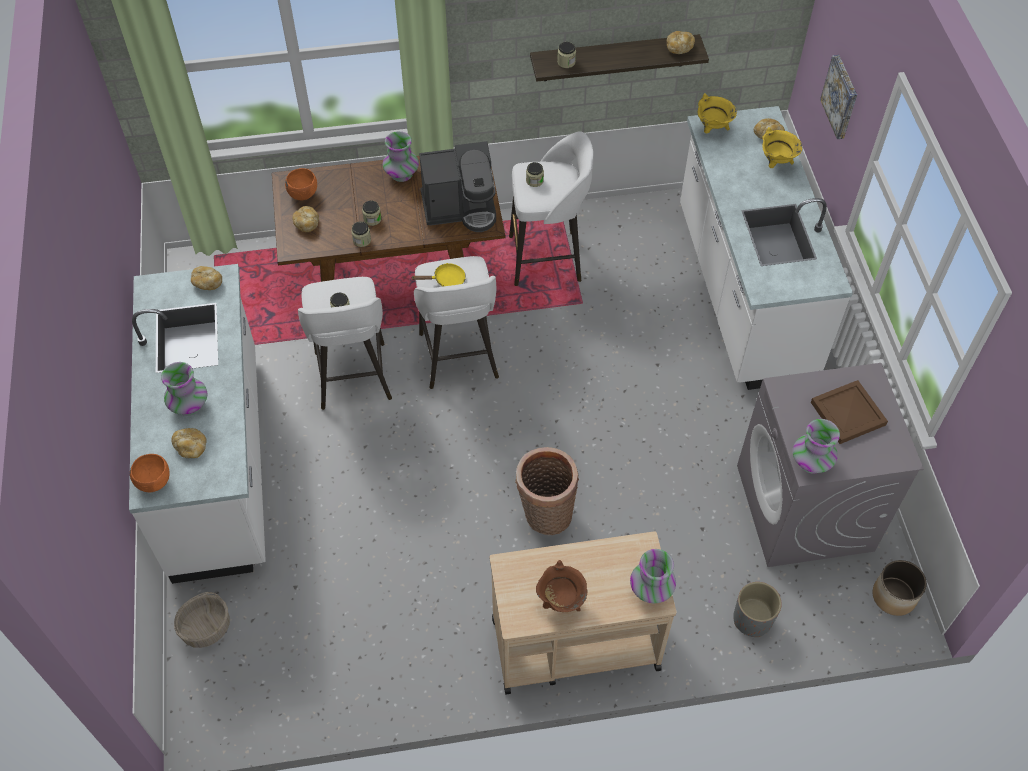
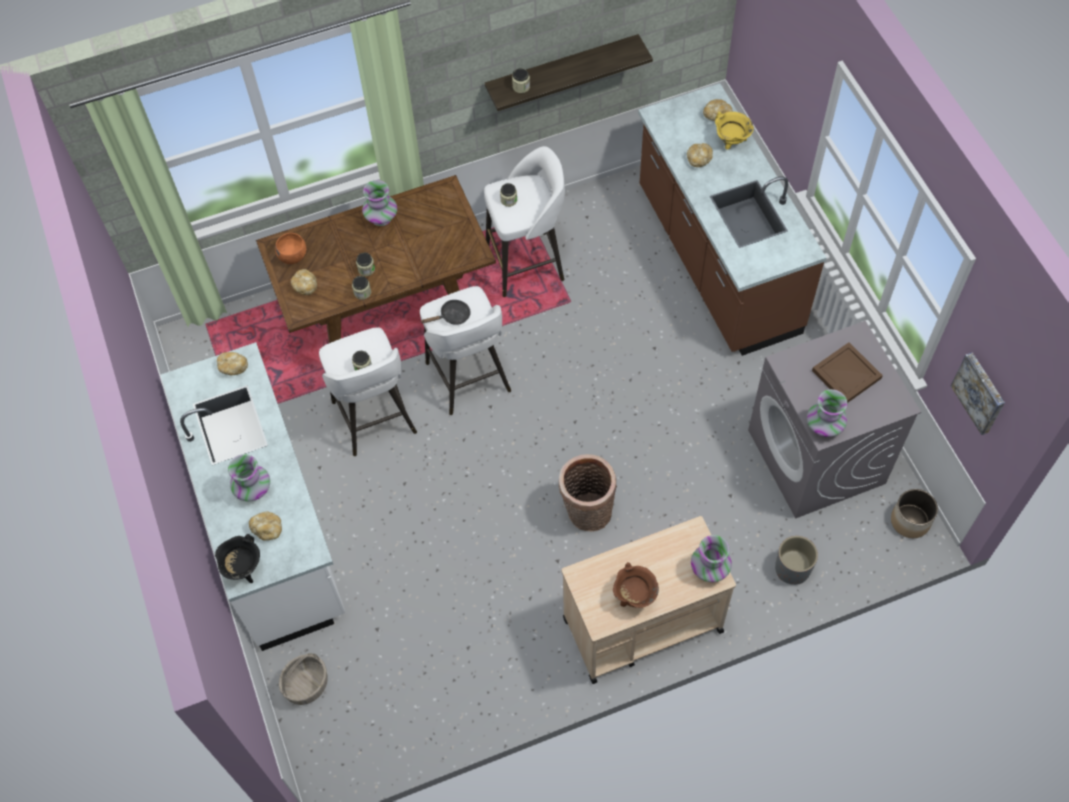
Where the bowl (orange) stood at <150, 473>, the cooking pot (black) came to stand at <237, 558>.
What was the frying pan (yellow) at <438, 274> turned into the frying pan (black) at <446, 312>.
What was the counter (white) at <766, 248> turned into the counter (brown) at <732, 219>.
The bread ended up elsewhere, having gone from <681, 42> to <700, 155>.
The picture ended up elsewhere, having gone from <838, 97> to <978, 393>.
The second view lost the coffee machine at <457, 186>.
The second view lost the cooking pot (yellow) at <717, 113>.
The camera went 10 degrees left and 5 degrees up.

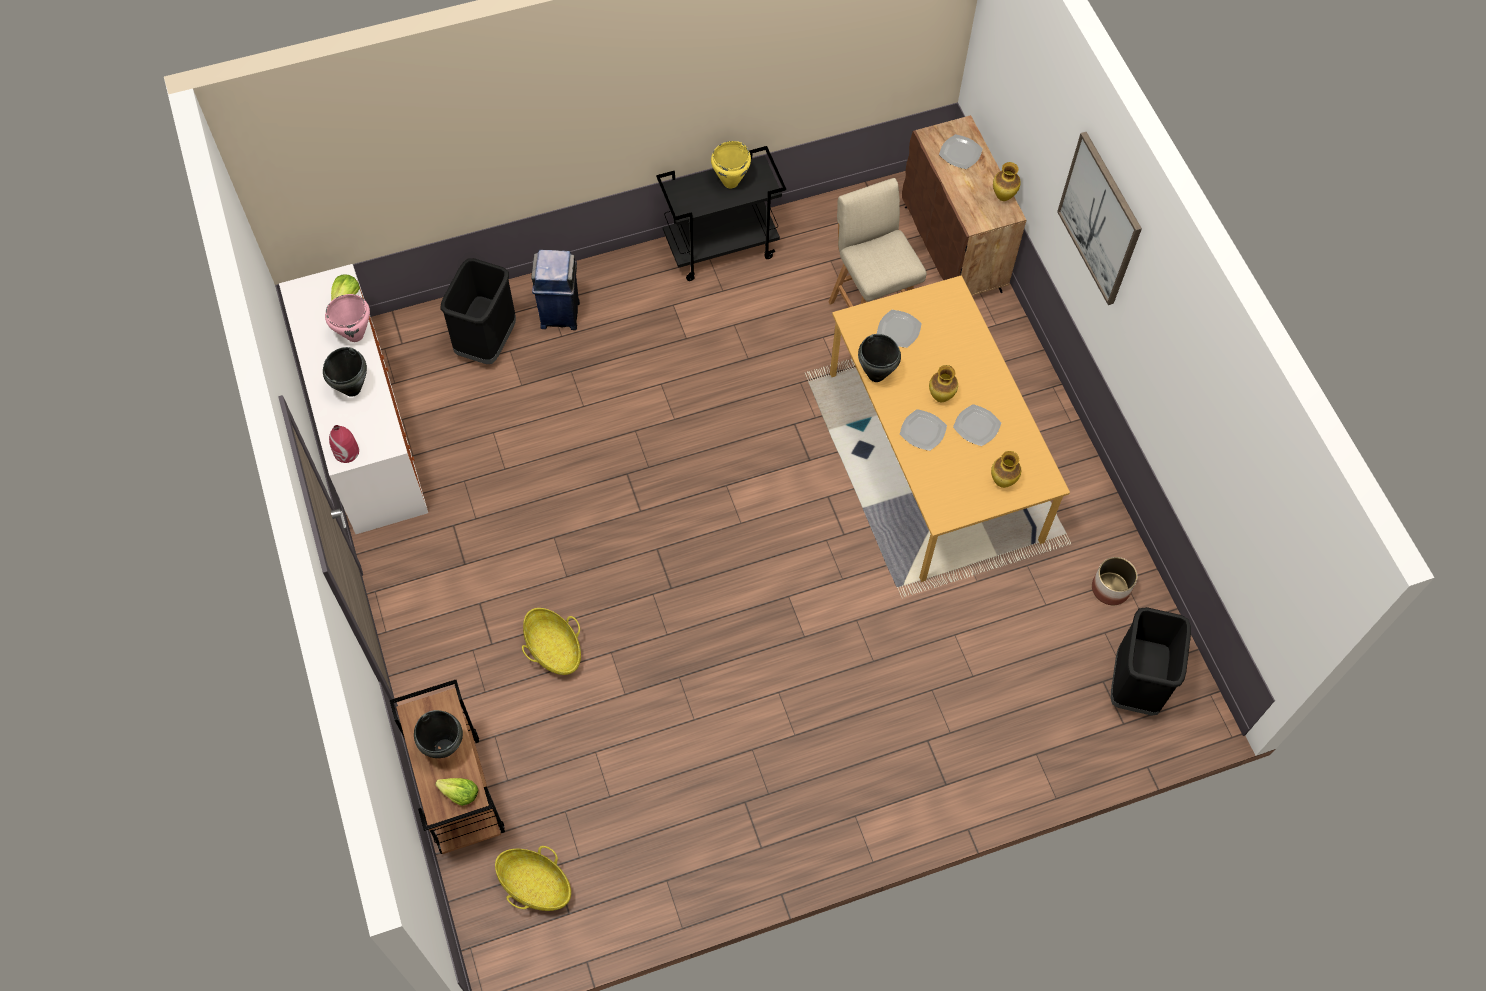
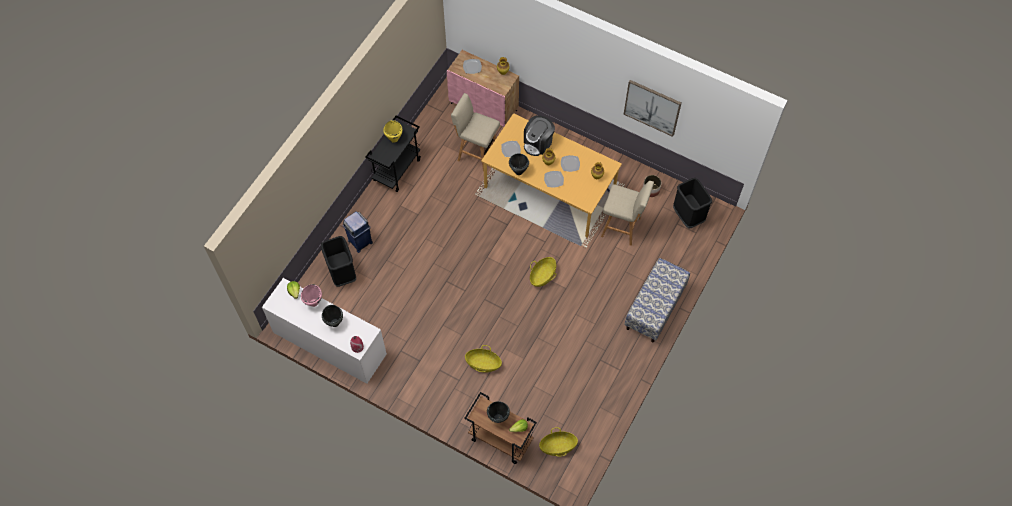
What was the cabinet (brown) at <964, 205> turned into the cabinet (pink) at <483, 88>.
The second view gained the coffee machine at <539, 135>.
The second view gained the basket at <543, 272>.
The second view gained the stool (beige) at <627, 213>.
The picture ended up elsewhere, having gone from <1099, 218> to <652, 108>.
The second view gained the bench at <657, 300>.
The camera went 40 degrees left and 0 degrees up.

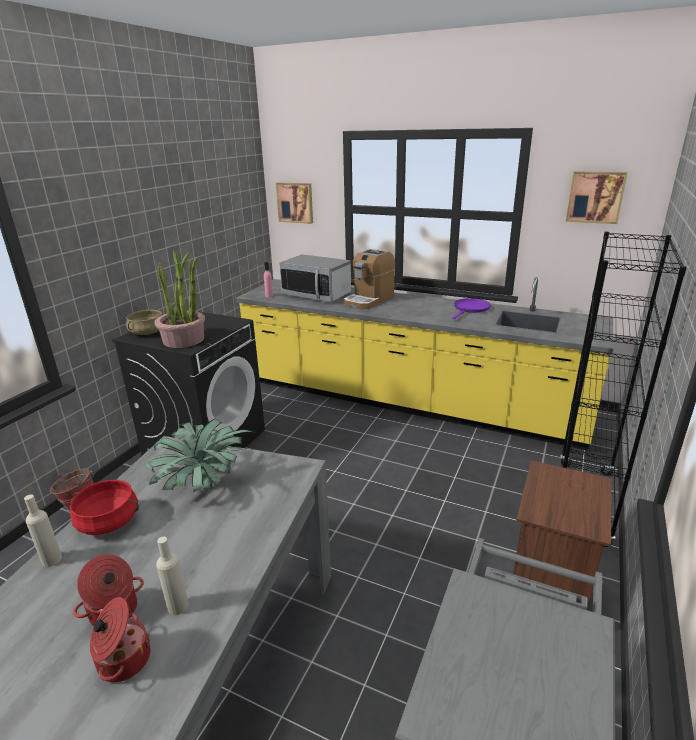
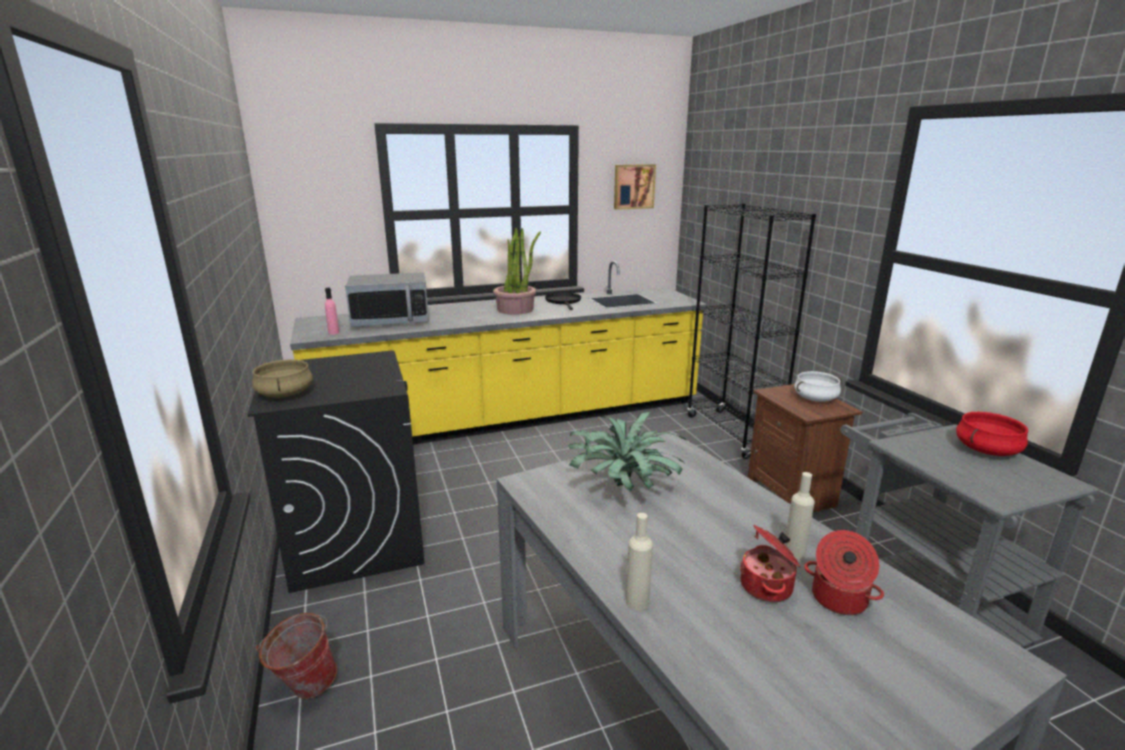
The potted plant ended up elsewhere, having gone from <180, 299> to <517, 271>.
What was the frying pan (purple) at <471, 308> turned into the frying pan (black) at <563, 301>.
The second view gained the cooking pot (white) at <818, 386>.
The cooking pot (red) ended up elsewhere, having gone from <104, 507> to <992, 434>.
The second view lost the picture at <294, 203>.
The second view lost the coffee machine at <369, 279>.
The camera went 45 degrees left and 5 degrees down.

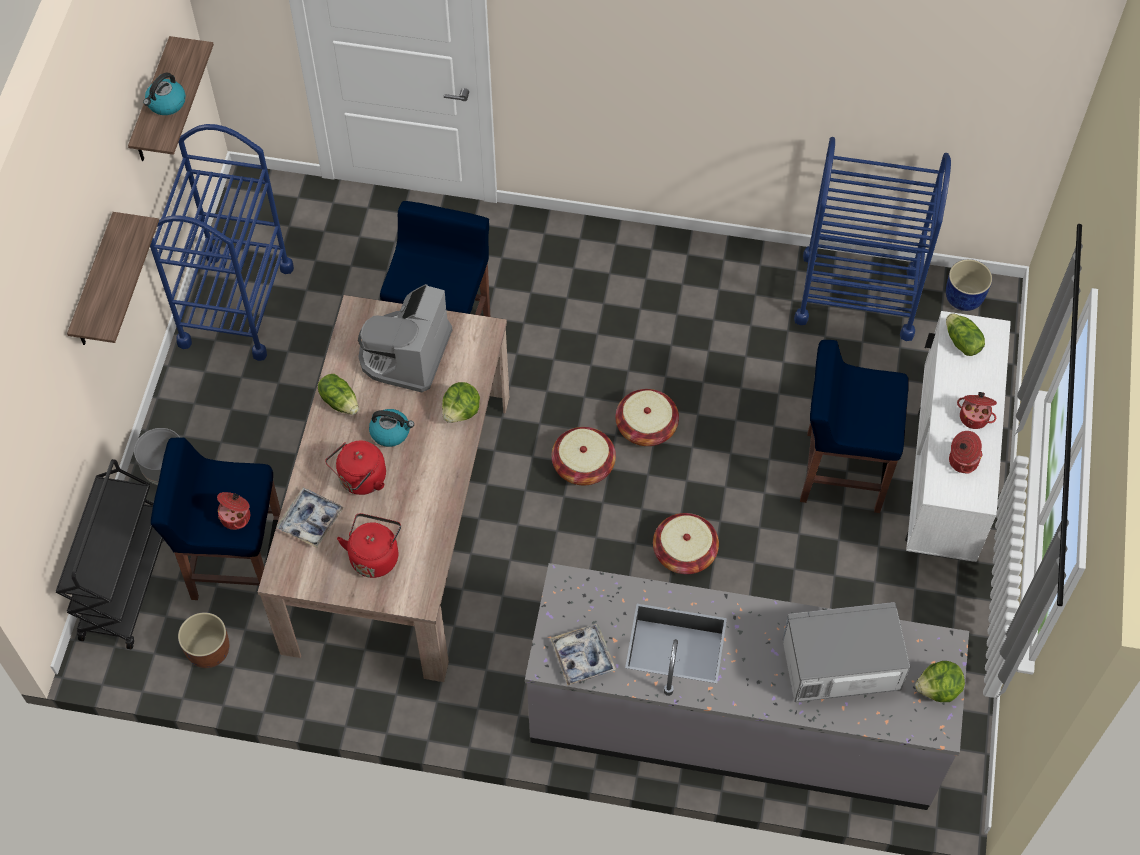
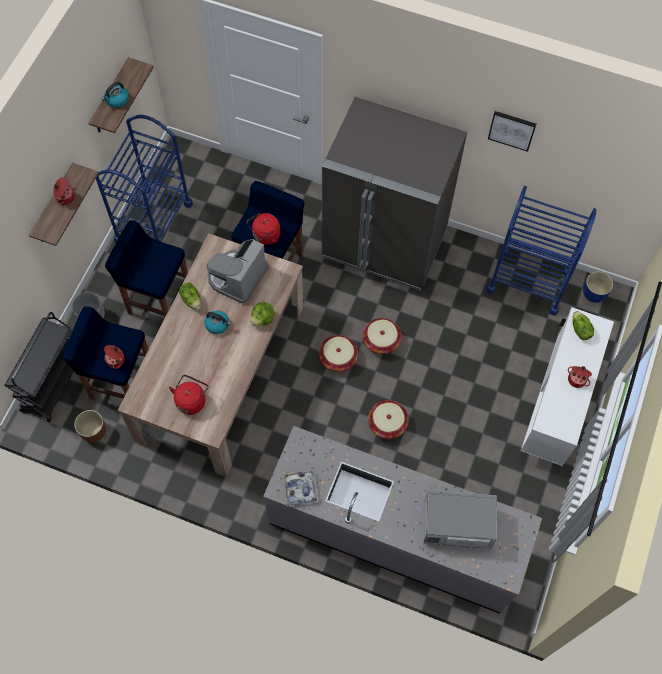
The cooking pot ended up elsewhere, having gone from <966, 452> to <64, 191>.
The stool (blue) ended up elsewhere, having gone from <854, 426> to <146, 268>.
The kettle (red) ended up elsewhere, having gone from <355, 467> to <263, 229>.
The second view gained the fridge (grey) at <394, 194>.
The second view gained the picture at <512, 131>.
The second view lost the tray at <310, 517>.
The second view lost the lettuce at <940, 681>.
The camera went 10 degrees right and 5 degrees up.

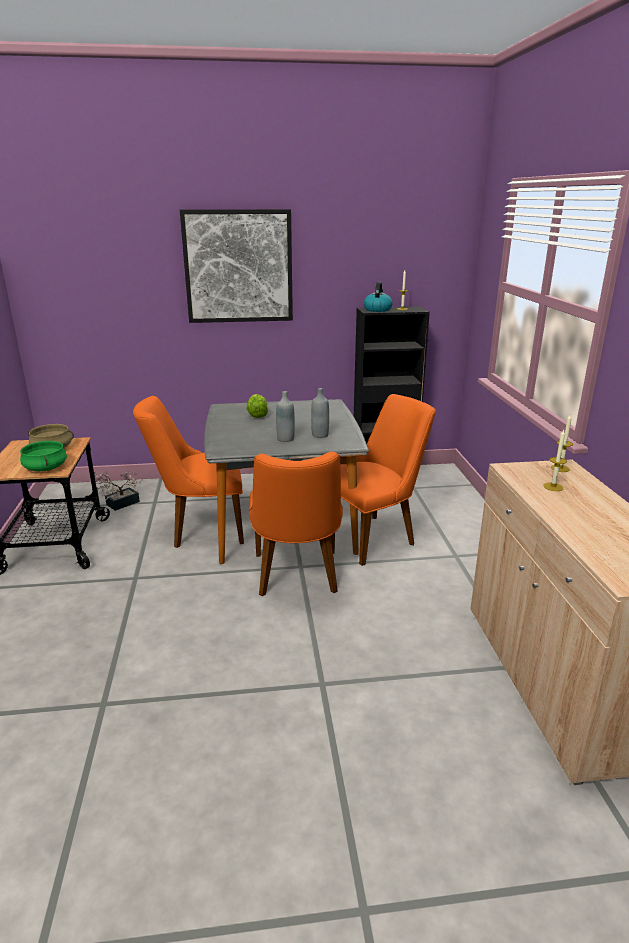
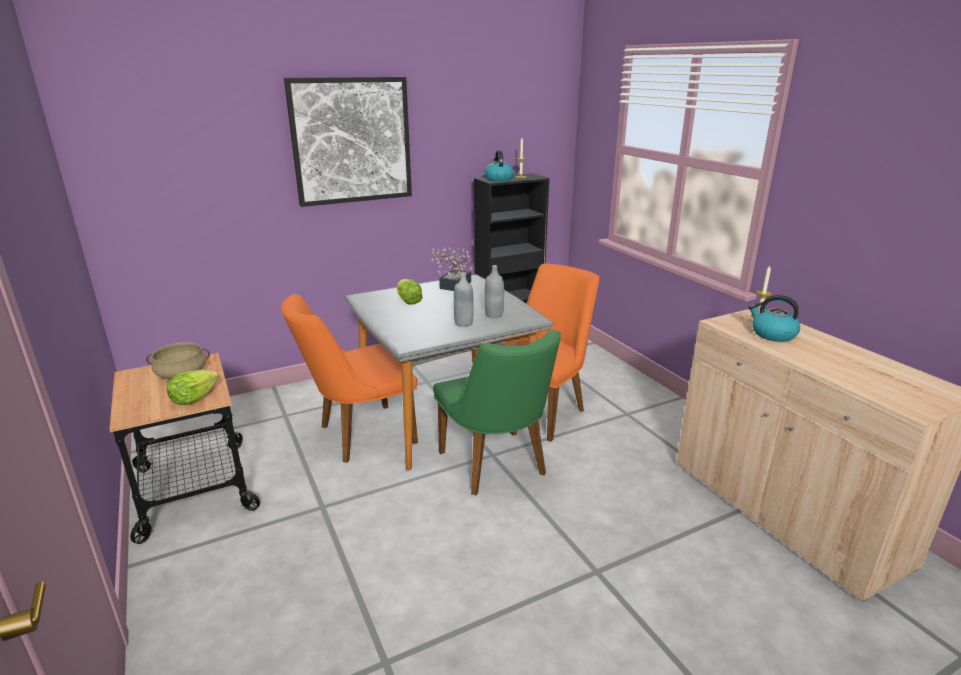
Where the cooking pot (green) stood at <43, 456>, the lettuce came to stand at <193, 387>.
The potted plant ended up elsewhere, having gone from <117, 491> to <451, 269>.
What was the chair (orange) at <296, 524> turned into the chair (green) at <497, 412>.
Where the candle stood at <555, 460>, the kettle came to stand at <774, 318>.
The camera went 20 degrees left and 0 degrees up.

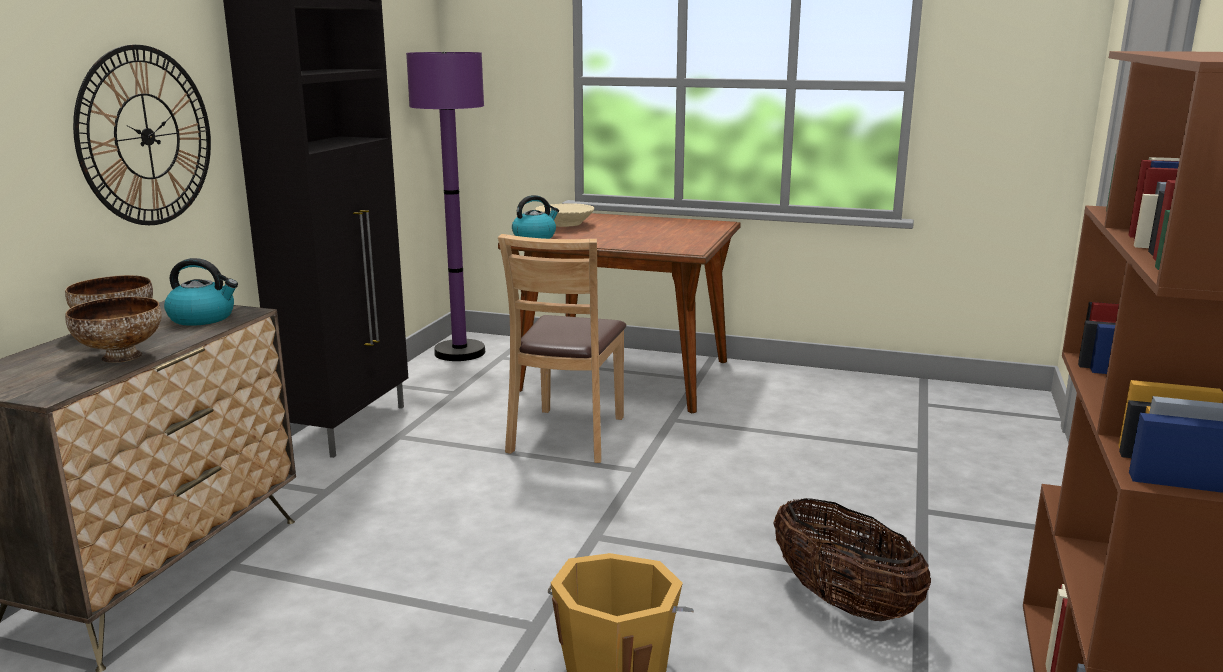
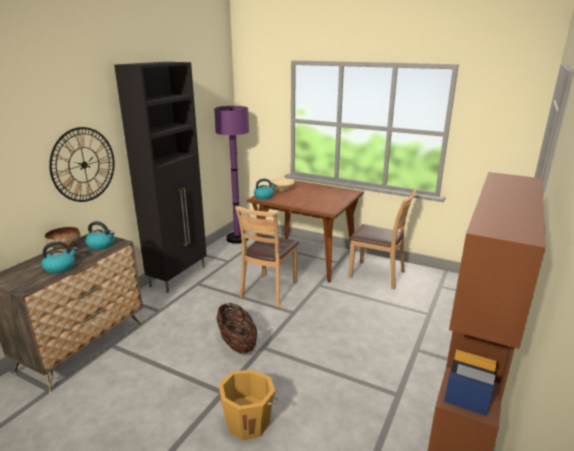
Where the bowl stood at <113, 330>, the kettle came to stand at <60, 257>.
The basket ended up elsewhere, having gone from <852, 559> to <237, 328>.
The second view gained the chair (brown) at <382, 239>.
The camera went 10 degrees right and 5 degrees up.

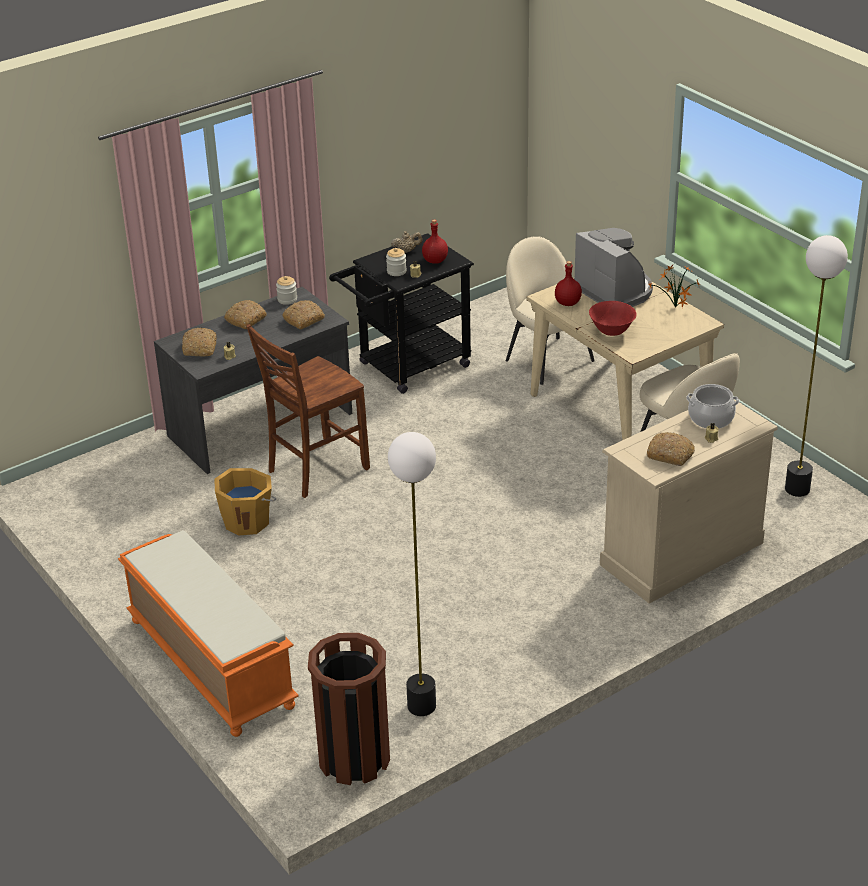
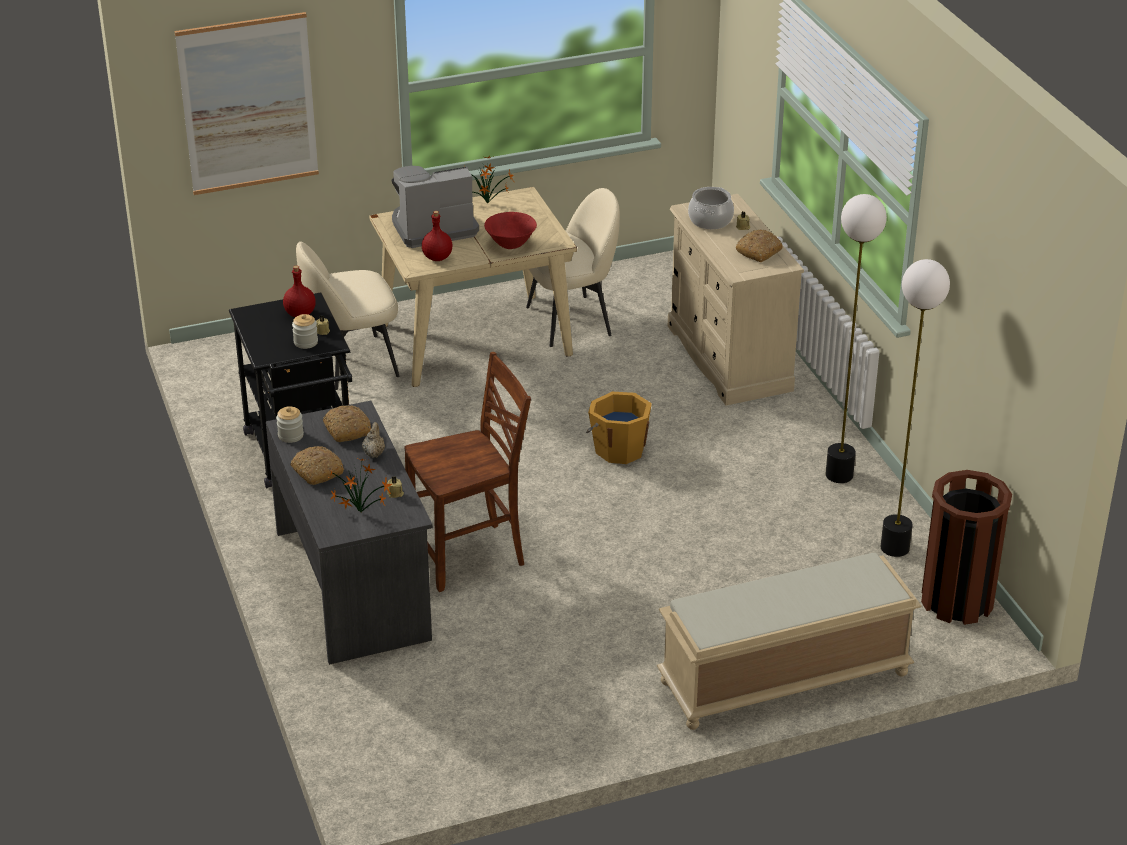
The second view gained the picture at <247, 103>.
Where the bread stood at <199, 342>, the potted plant came to stand at <360, 485>.
The teapot (beige) ended up elsewhere, having gone from <406, 242> to <373, 440>.
The chair (brown) at <308, 411> ended up facing another way, 90 degrees counterclockwise from before.
The bucket (orange) ended up elsewhere, having gone from <245, 502> to <619, 428>.
What was the bench (orange) at <208, 633> turned into the bench (beige) at <789, 641>.
The floor lamp ended up elsewhere, having gone from <816, 366> to <856, 338>.
The camera went 75 degrees left and 0 degrees up.

